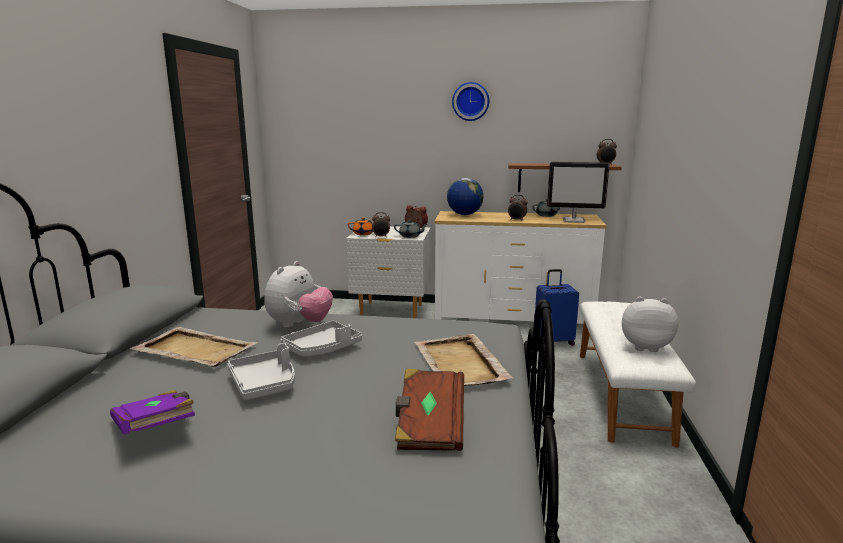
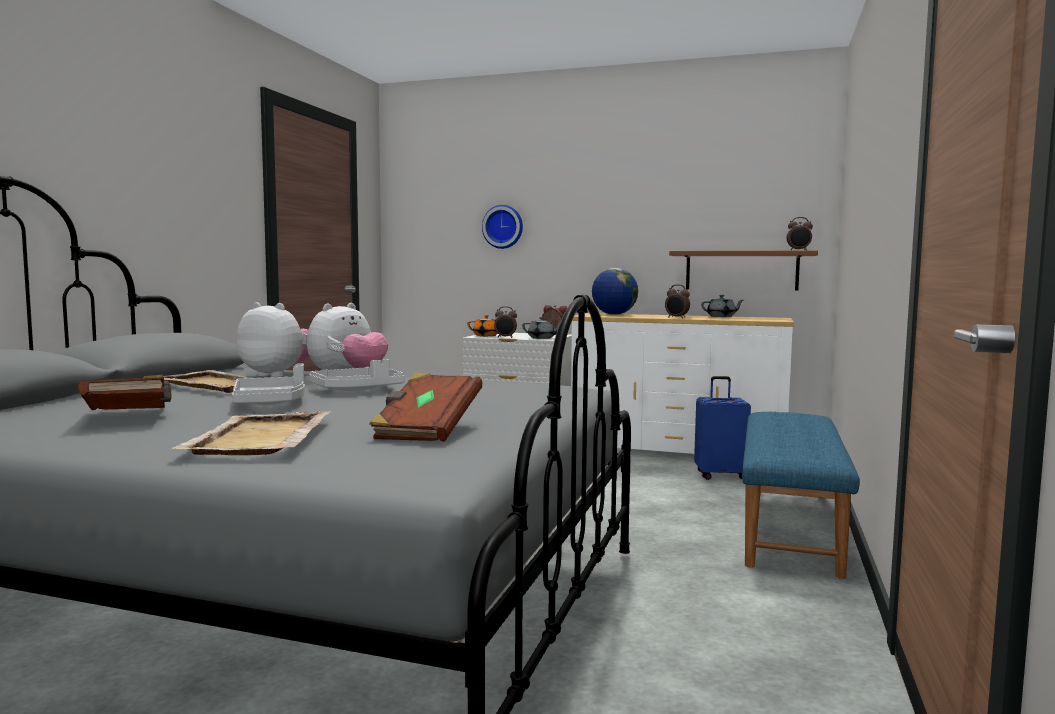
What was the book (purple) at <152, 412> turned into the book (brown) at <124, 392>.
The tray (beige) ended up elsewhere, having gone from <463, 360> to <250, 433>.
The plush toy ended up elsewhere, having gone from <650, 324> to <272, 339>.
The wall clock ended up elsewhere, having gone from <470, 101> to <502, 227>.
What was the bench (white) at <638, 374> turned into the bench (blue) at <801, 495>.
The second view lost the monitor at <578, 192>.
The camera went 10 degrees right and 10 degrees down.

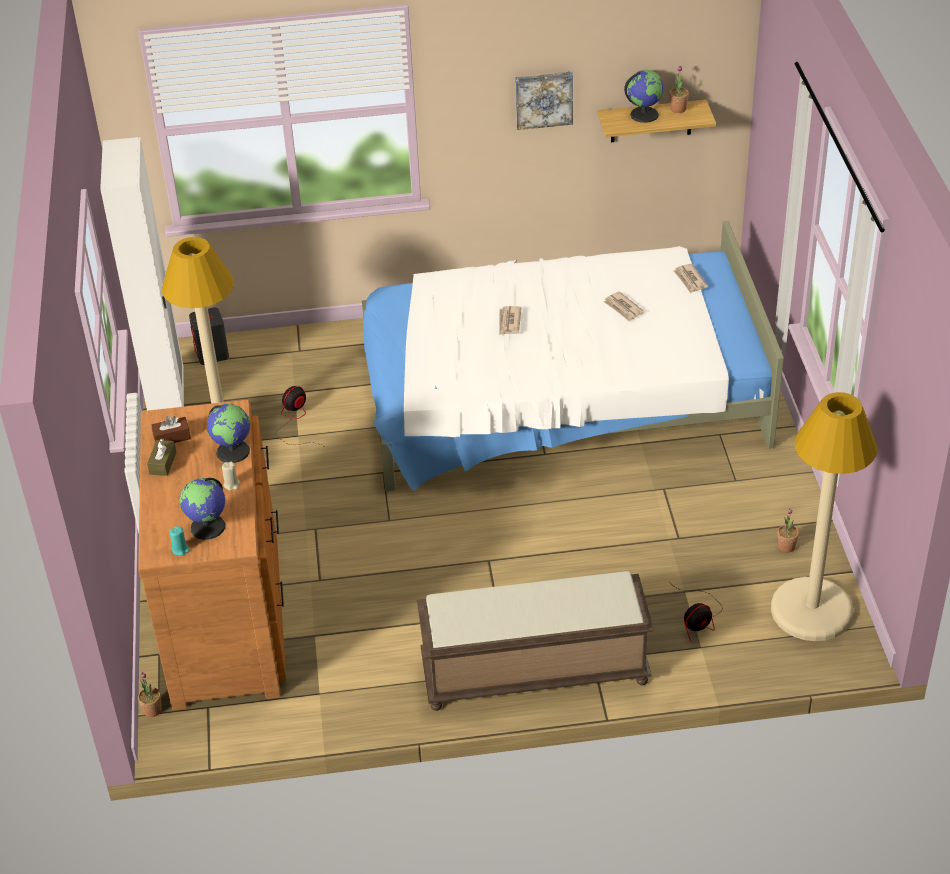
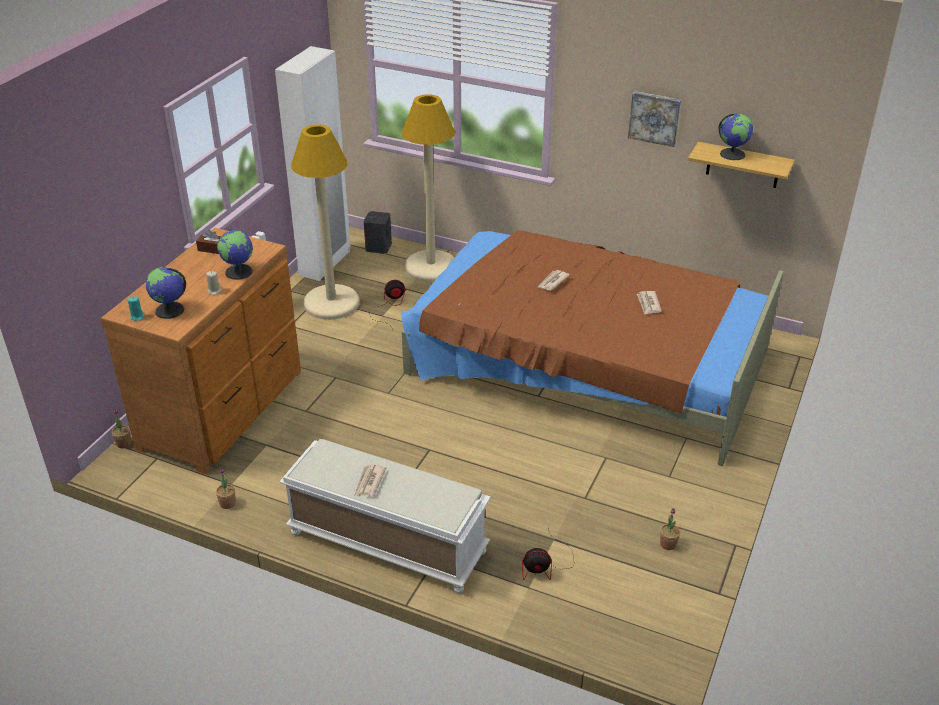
The potted plant ended up elsewhere, having gone from <679, 89> to <226, 488>.
What was the bench (brown) at <535, 641> turned into the bench (white) at <385, 516>.
The newspaper ended up elsewhere, having gone from <690, 279> to <370, 480>.
What was the bed (white) at <573, 356> turned into the bed (brown) at <592, 348>.
The floor lamp (beige) ended up elsewhere, having gone from <824, 516> to <428, 188>.
The second view lost the tissue box (brown) at <161, 457>.
The camera went 30 degrees right and 5 degrees down.

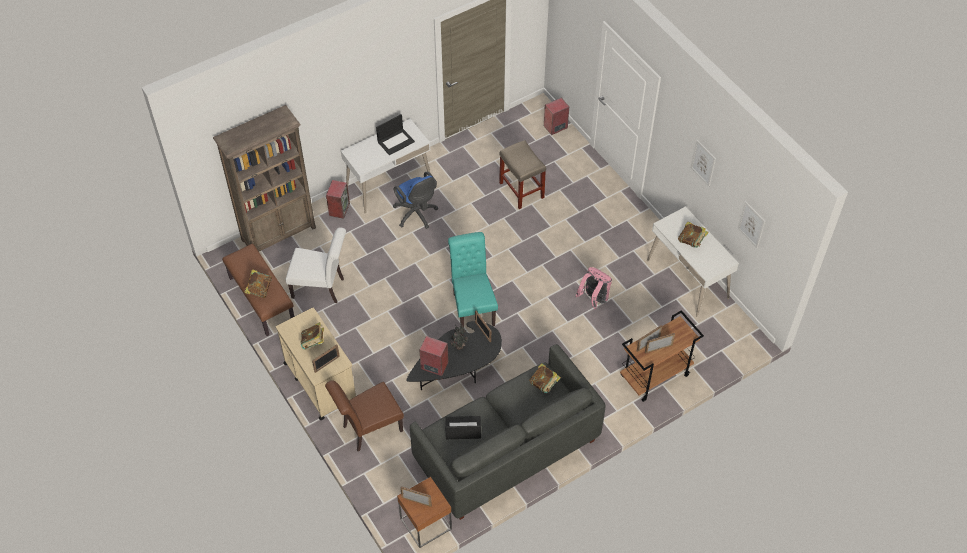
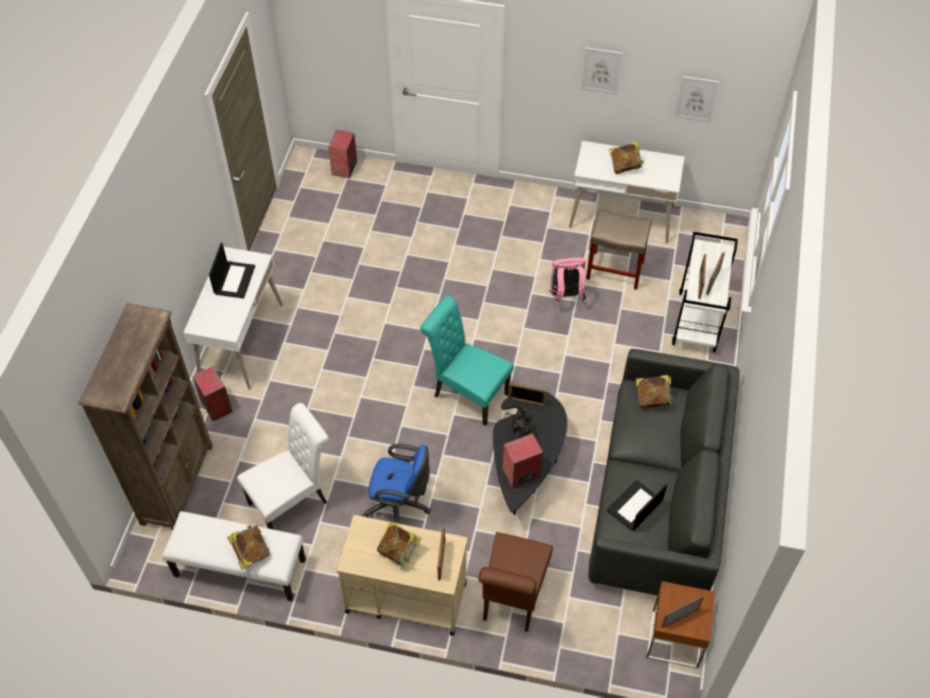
What was the bench (brown) at <258, 289> turned into the bench (white) at <234, 556>.
The office chair (blue) ended up elsewhere, having gone from <415, 200> to <396, 484>.
The stool (beige) ended up elsewhere, having gone from <522, 174> to <619, 249>.
What was the cart (brown) at <662, 356> turned into the cart (white) at <705, 292>.
The camera went 45 degrees left and 0 degrees up.

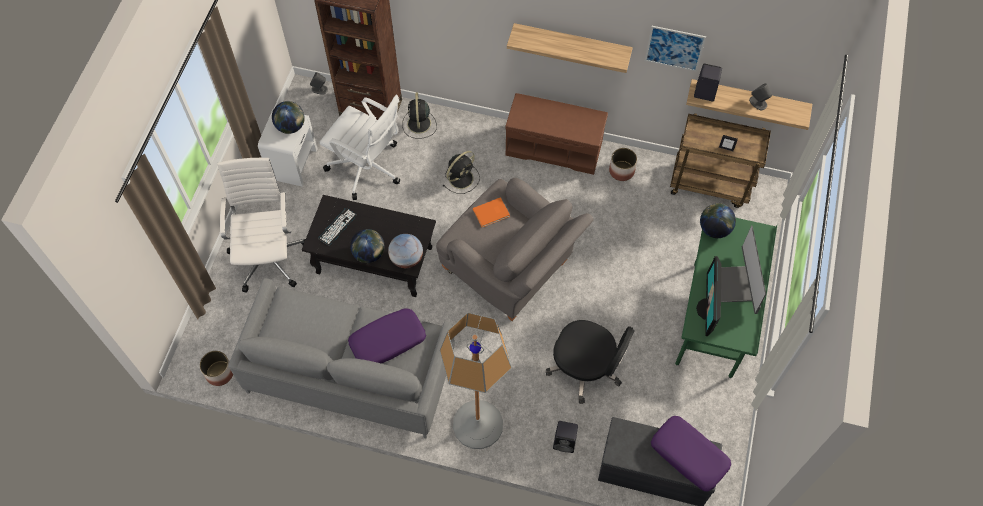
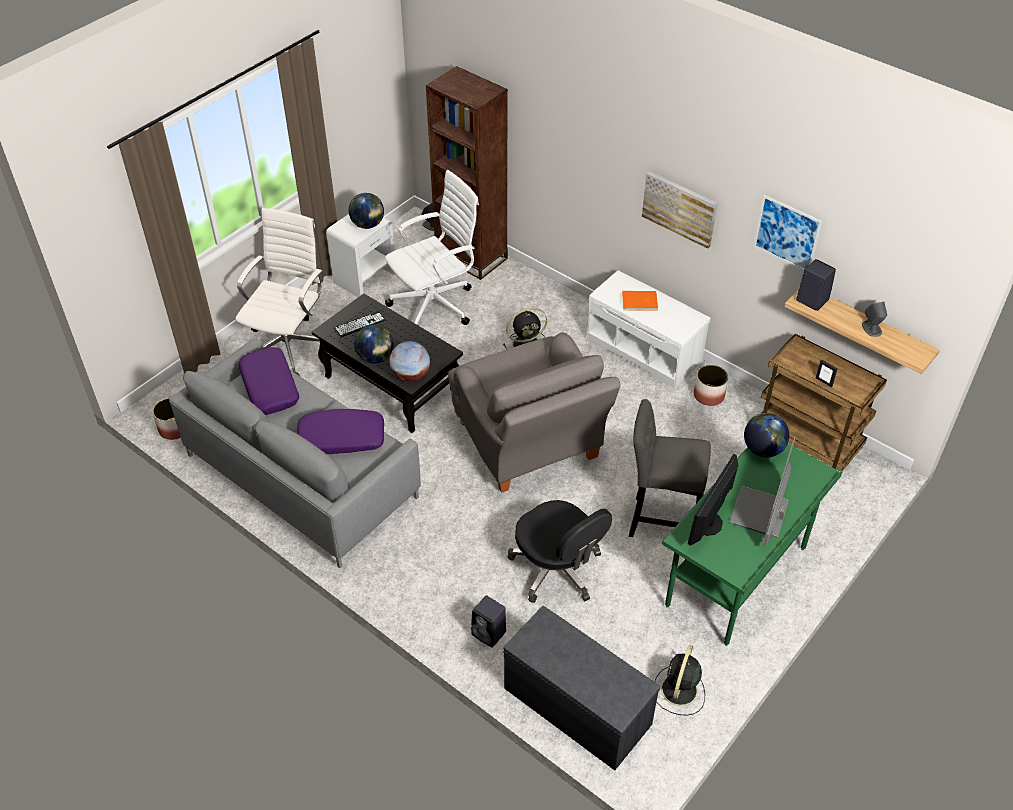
The pillow (purple) ended up elsewhere, having gone from <691, 453> to <268, 381>.
The office chair (white) at <359, 147> ended up facing another way, 90 degrees counterclockwise from before.
What was the bench (brown) at <556, 134> turned into the bench (white) at <648, 329>.
The book (orange) ended up elsewhere, having gone from <491, 212> to <640, 301>.
The second view gained the stool (grey) at <670, 468>.
Where the shelf hung at <570, 48>, the picture came to hang at <680, 210>.
The fan (black) ended up elsewhere, having gone from <419, 115> to <679, 680>.
The second view lost the floor lamp at <476, 380>.
The camera went 25 degrees right and 15 degrees down.

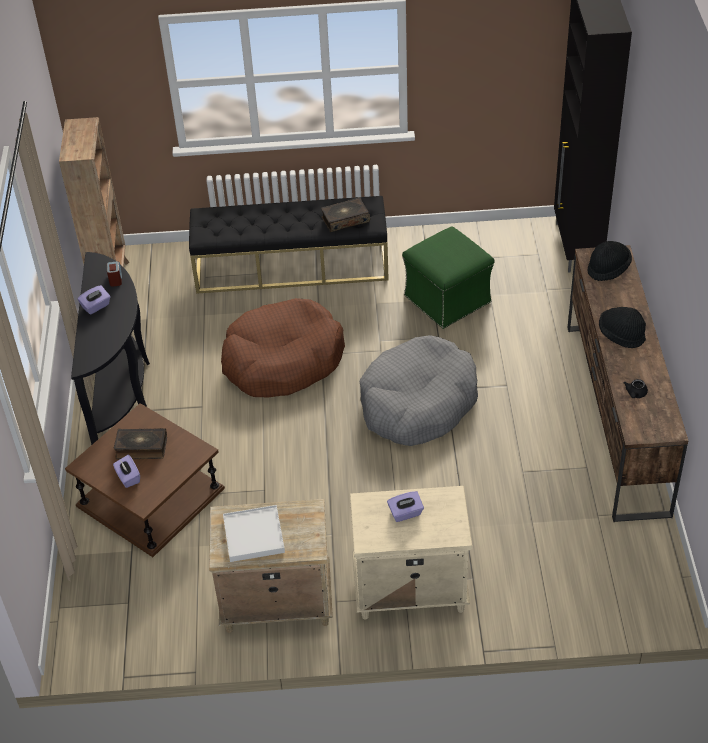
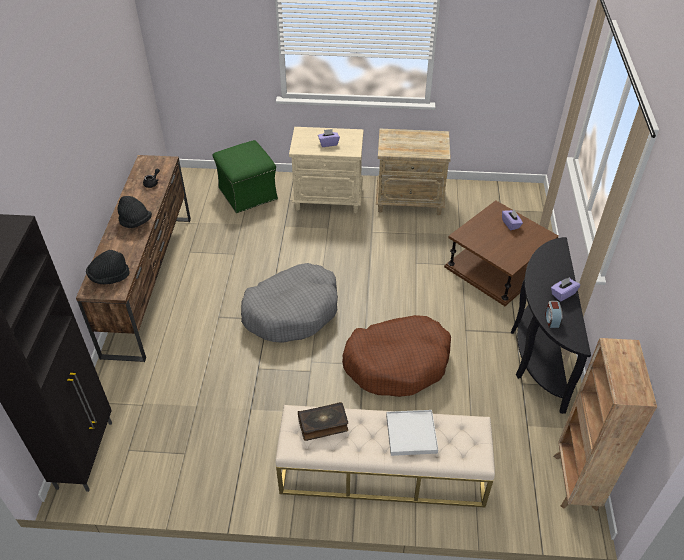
The ottoman (green) ended up elsewhere, having gone from <448, 277> to <245, 176>.
What was the bench (black) at <289, 245> turned into the bench (beige) at <385, 456>.
The tray (white) ended up elsewhere, having gone from <254, 533> to <412, 433>.
The second view lost the book at <140, 444>.
The camera went 175 degrees left and 0 degrees up.

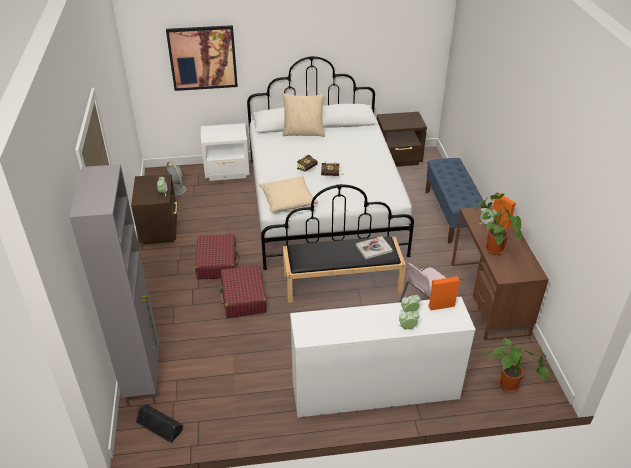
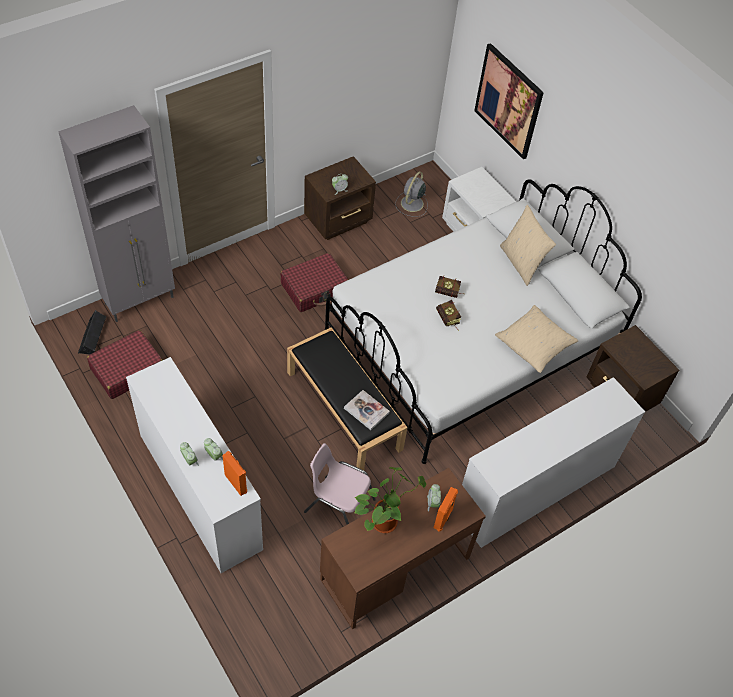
The suitcase (red) ended up elsewhere, having gone from <243, 291> to <124, 364>.
Where the bench (blue) stood at <455, 201>, the dresser (white) came to stand at <553, 462>.
The pillow (beige) ended up elsewhere, having gone from <288, 194> to <536, 339>.
The second view lost the potted plant at <517, 365>.
The camera went 60 degrees right and 15 degrees up.

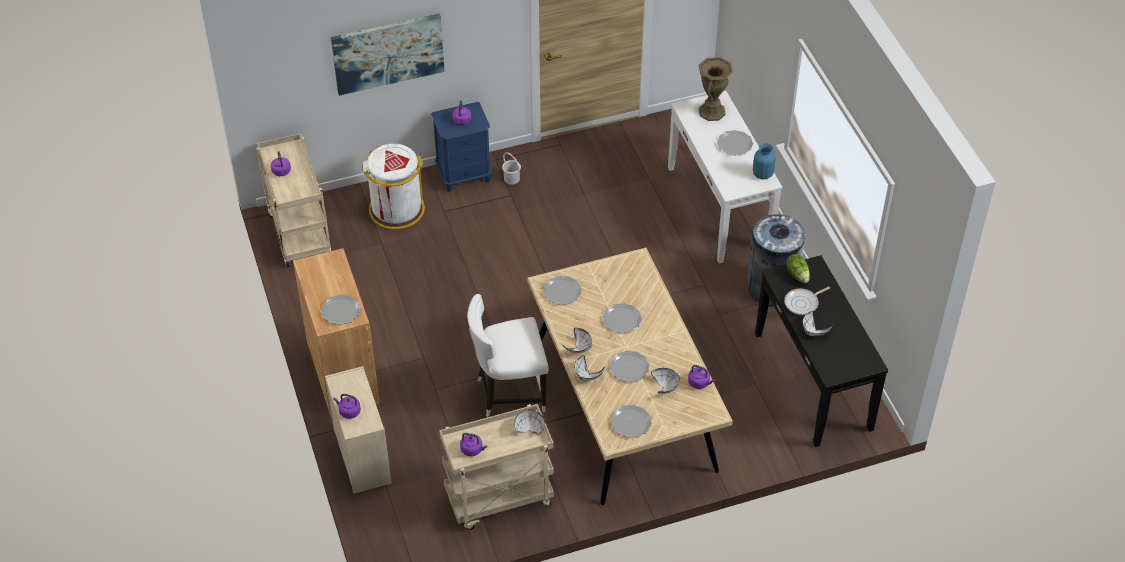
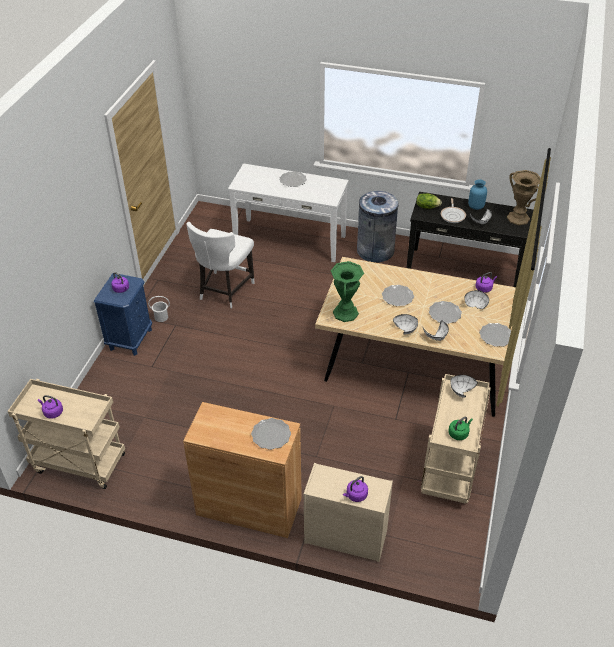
The chair (white) ended up elsewhere, having gone from <508, 355> to <220, 265>.
Where the plate stood at <562, 290>, the vase (green) came to stand at <347, 291>.
What was the kettle (purple) at <473, 445> turned into the kettle (green) at <461, 428>.
The vase (blue) ended up elsewhere, having gone from <764, 161> to <477, 194>.
The vase (brown) ended up elsewhere, having gone from <716, 89> to <524, 197>.
The second view lost the picture at <388, 54>.
The second view lost the trash can (white) at <393, 187>.
The camera went 55 degrees left and 5 degrees down.

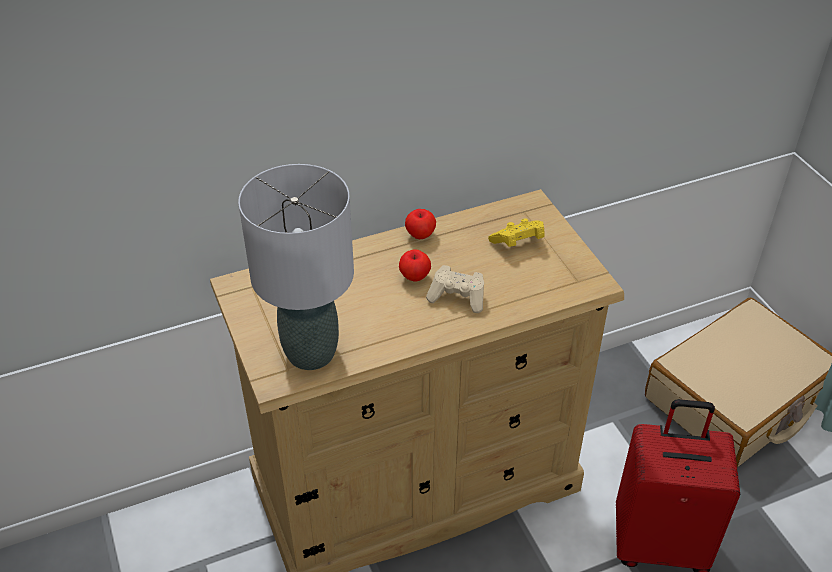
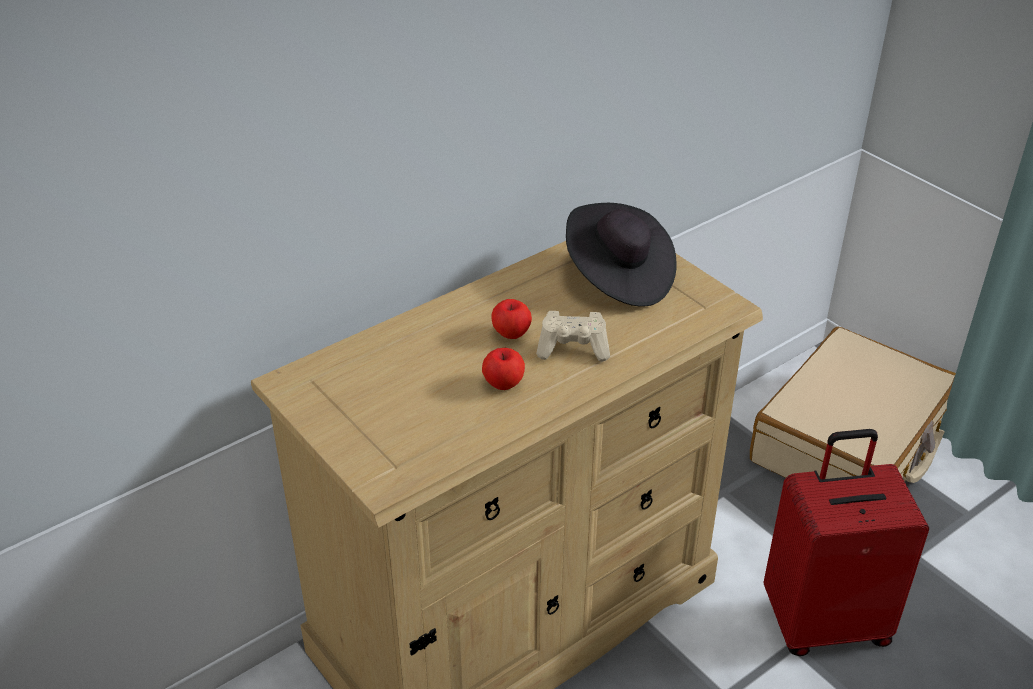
The apple ended up elsewhere, having gone from <420, 224> to <503, 369>.
Where the game controller (yellow) stood at <516, 232>, the hat (black) came to stand at <621, 254>.
The second view lost the table lamp (grey) at <296, 267>.
The camera went 15 degrees left and 5 degrees down.

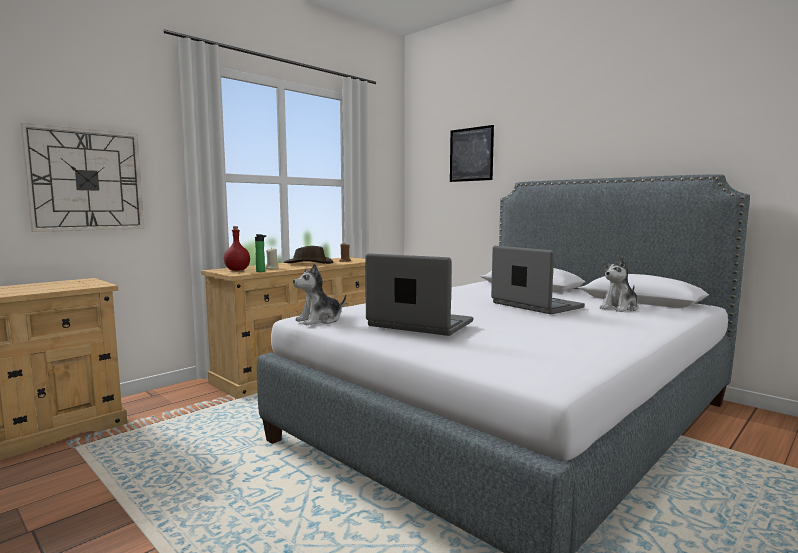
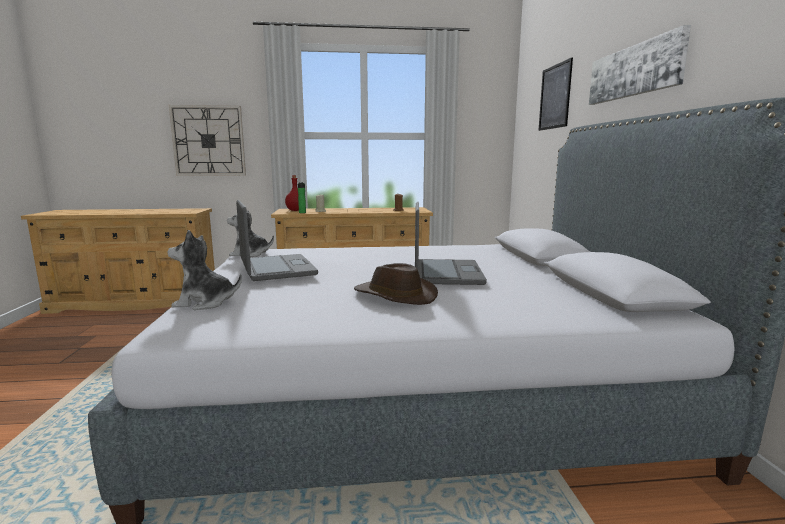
The plush toy ended up elsewhere, having gone from <618, 284> to <204, 270>.
The hat (brown) ended up elsewhere, having gone from <308, 255> to <396, 284>.
The second view gained the picture at <640, 65>.
The camera went 40 degrees right and 5 degrees up.

